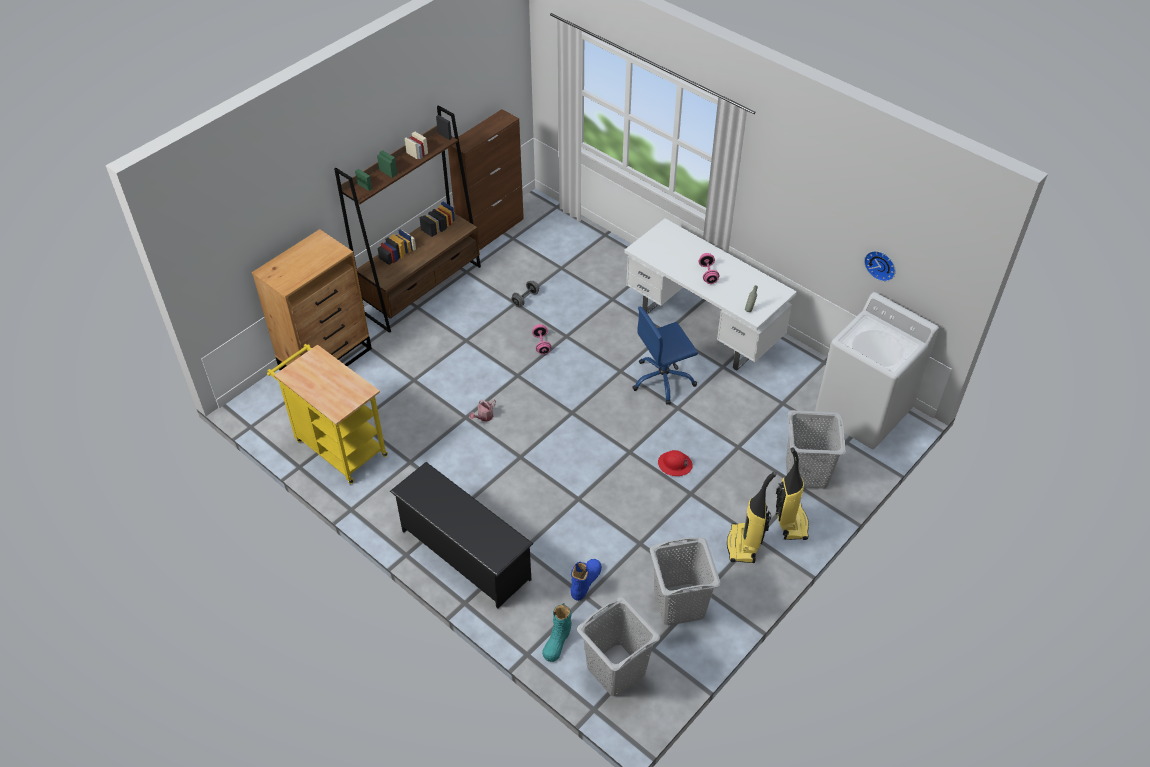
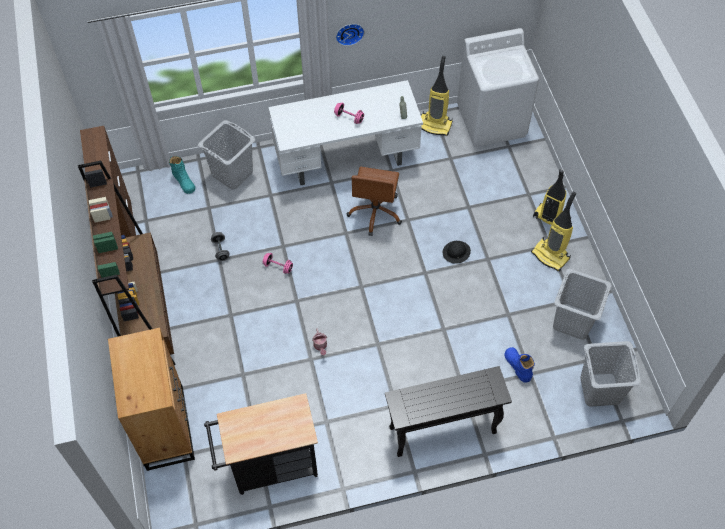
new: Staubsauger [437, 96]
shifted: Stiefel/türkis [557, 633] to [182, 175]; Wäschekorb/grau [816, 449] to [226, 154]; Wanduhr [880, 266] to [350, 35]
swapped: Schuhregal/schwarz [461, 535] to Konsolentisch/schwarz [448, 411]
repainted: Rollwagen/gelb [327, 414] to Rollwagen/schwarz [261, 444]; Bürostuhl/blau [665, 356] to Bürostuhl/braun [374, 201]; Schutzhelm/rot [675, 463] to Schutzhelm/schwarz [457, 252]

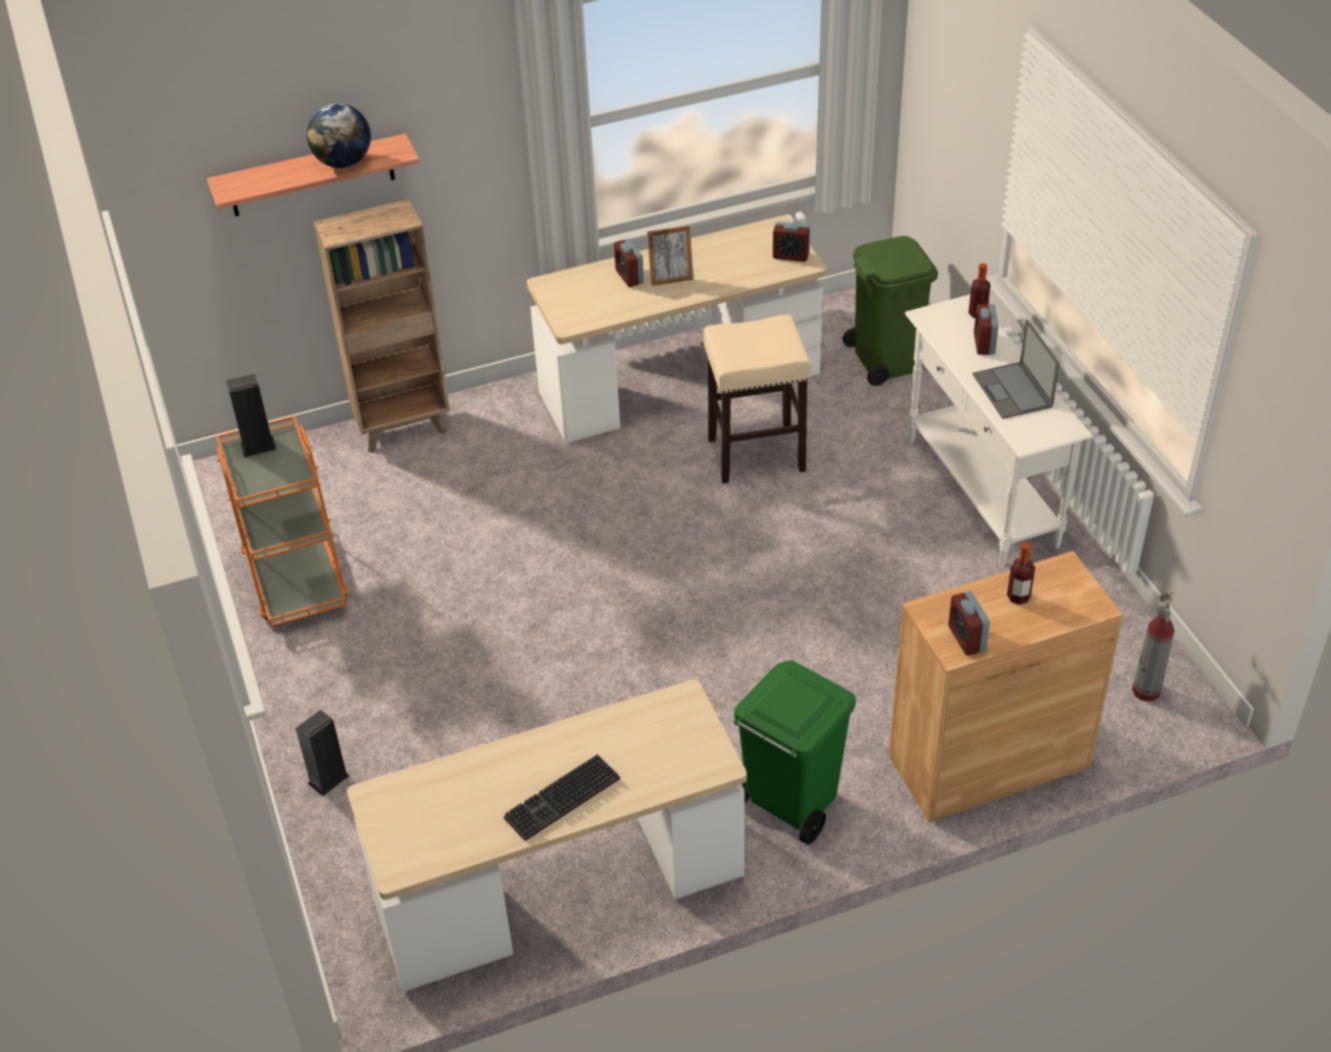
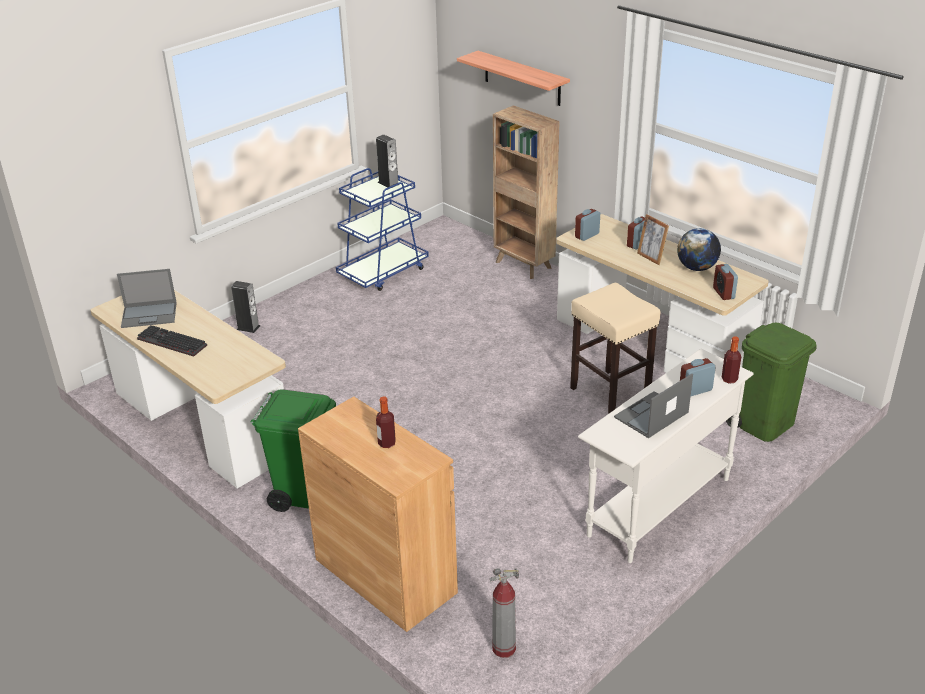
new: Laptop [147, 298]
shifted: Globus [339, 135] to [699, 249]; Wecker [969, 623] to [587, 225]
repainted: Rollwagen/orange [282, 521] to Rollwagen/blau [382, 229]

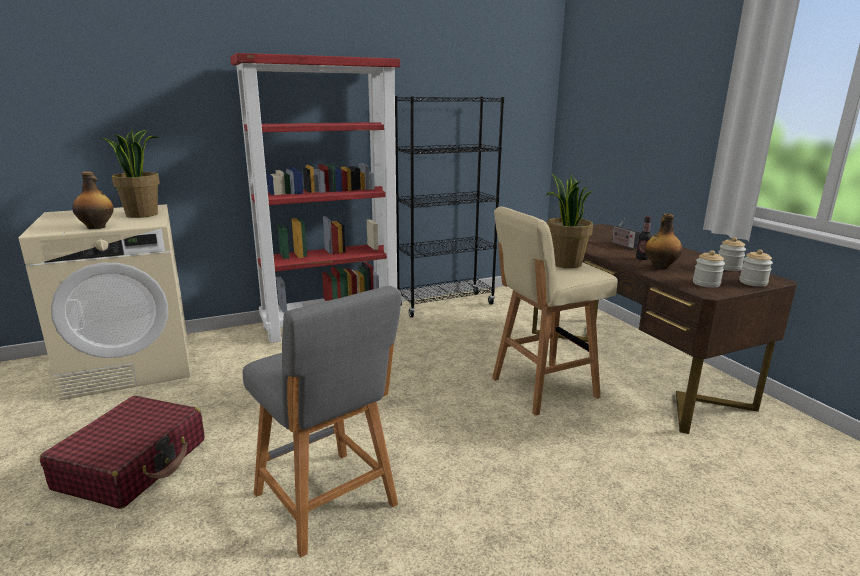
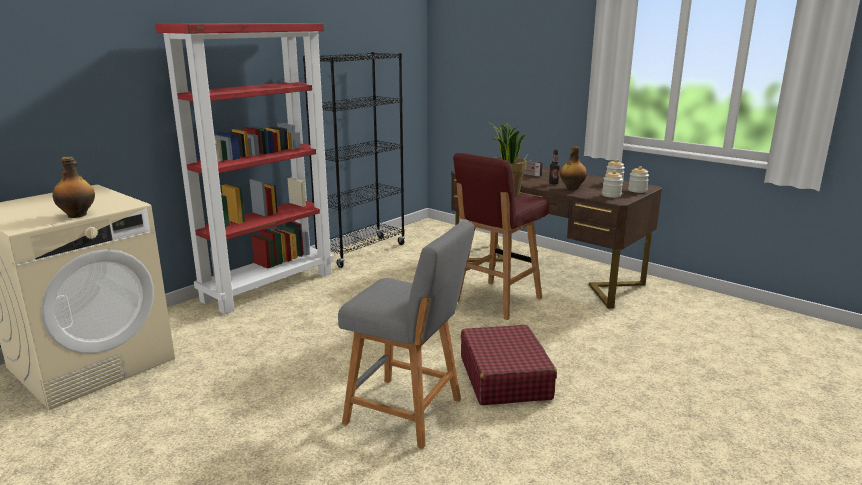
gone: Topfpflanze [129, 173]
shifted: Koffer/rot [122, 452] to [509, 364]
repainted: Hocker/beige [555, 311] to Hocker/rot [501, 236]

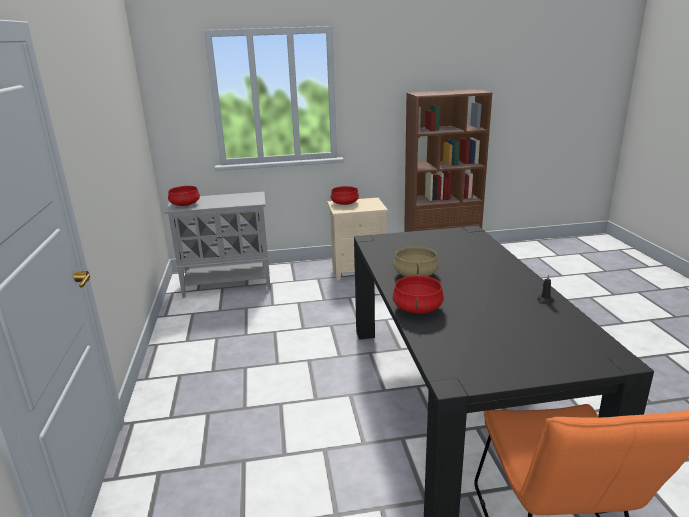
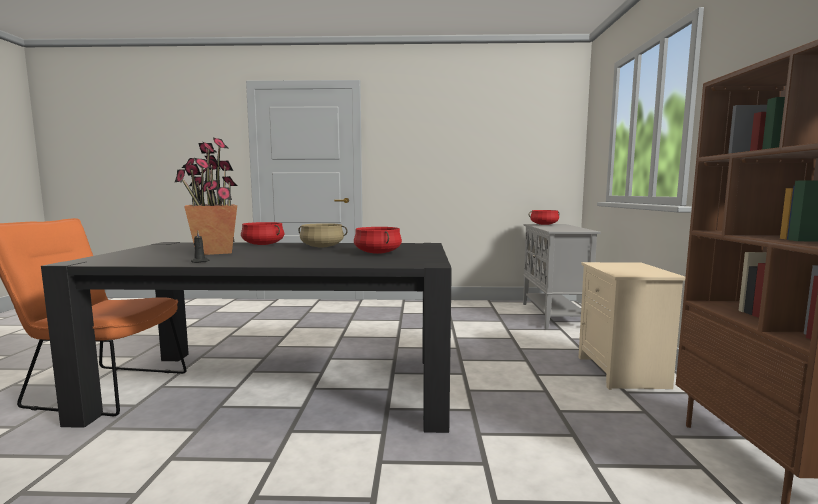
new: Topfpflanze [206, 196]
shifted: Kochtopf/rot [345, 195] to [378, 240]

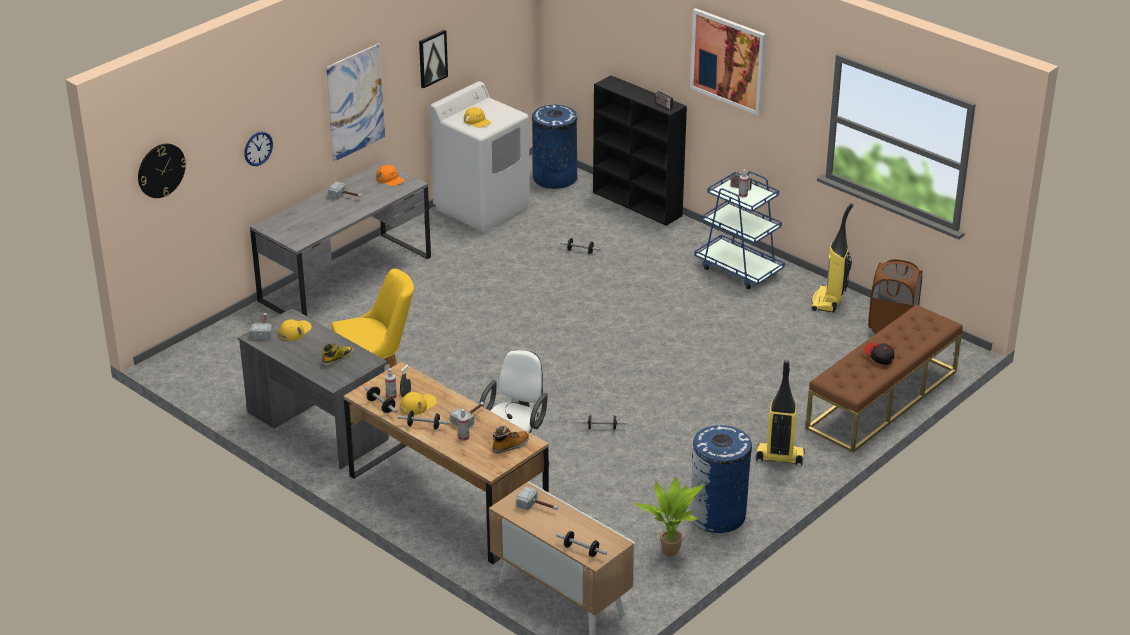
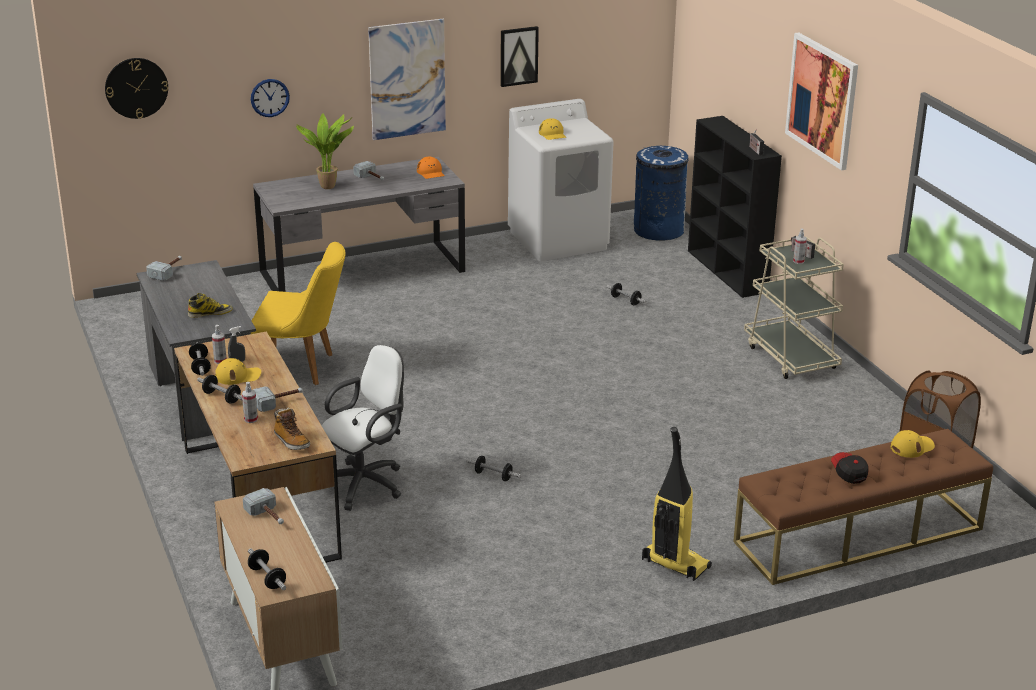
gone: Mülleimer/blau [720, 479]; Staubsauger [832, 257]
shifted: Kappe/gelb [295, 330] to [913, 444]; Topfpflanze [669, 517] to [325, 151]
repainted: Rollwagen/blau [739, 230] to Rollwagen/beige [794, 307]
rotated: Stiefel [510, 439] = [292, 428] 60 degrees clockwise

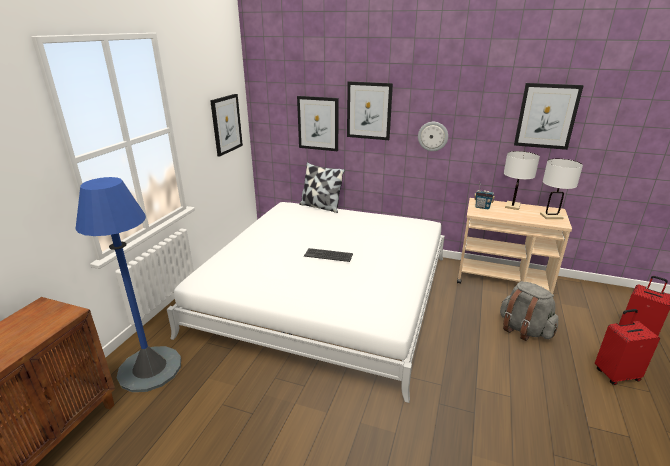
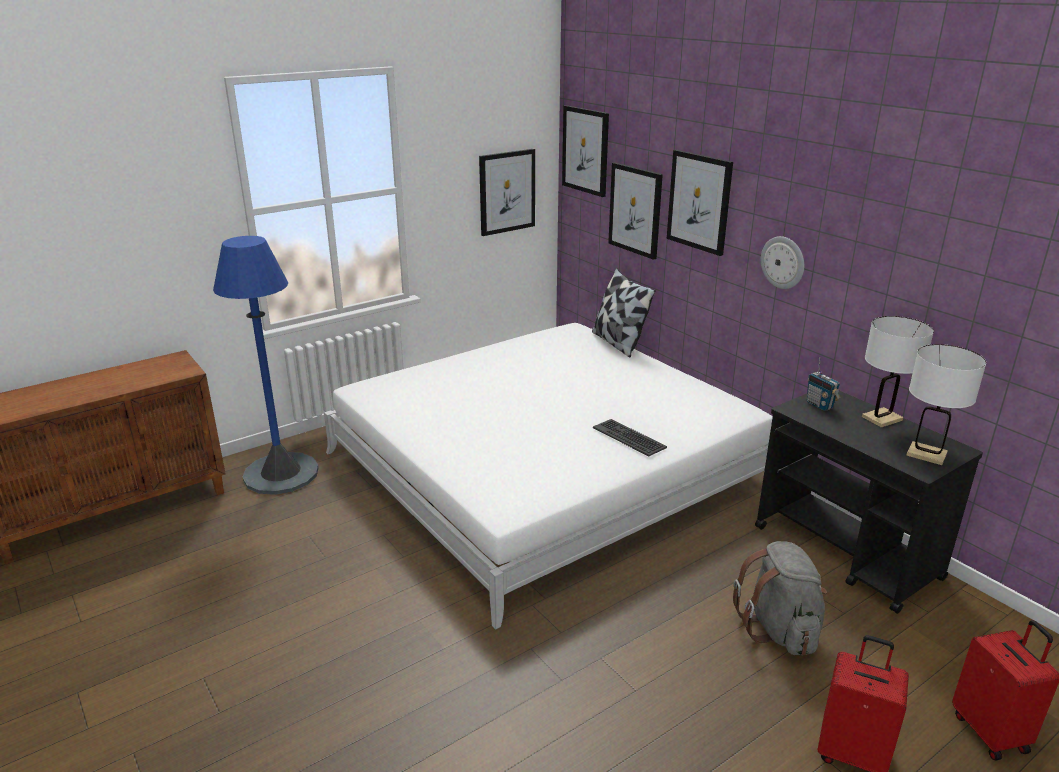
shifted: Tastatur [328, 255] to [630, 438]; Bild [549, 116] to [585, 151]
repainted: Rollwagen/beige [514, 246] to Rollwagen/schwarz [869, 502]

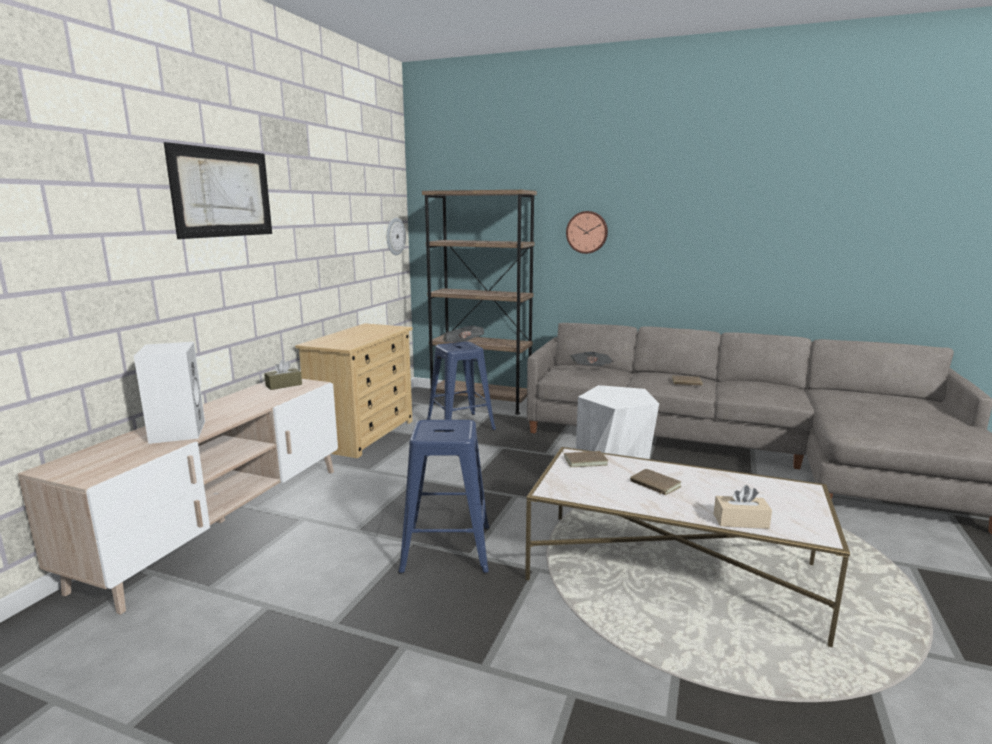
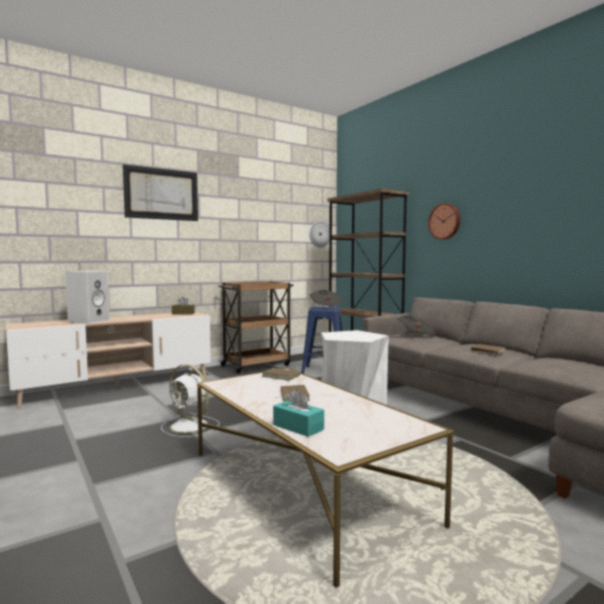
swapped: Kommode/beige [354, 390] to Rollwagen/braun [255, 327]; Hocker/blau [443, 497] to Ventilator/weiß [190, 400]
repainted: Taschentuchbox/beige [743, 507] to Taschentuchbox/türkis [298, 412]

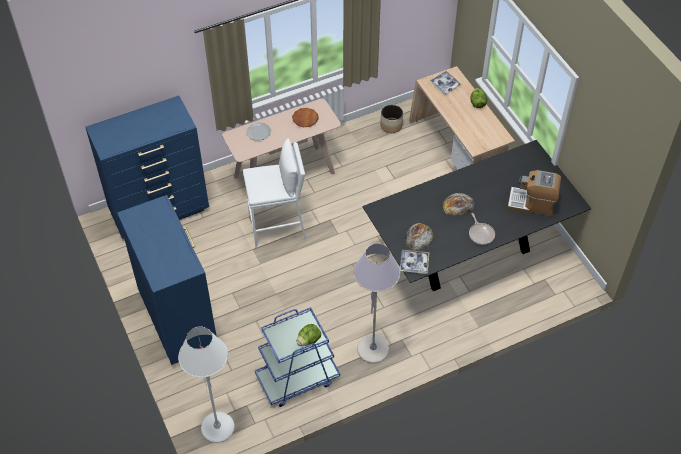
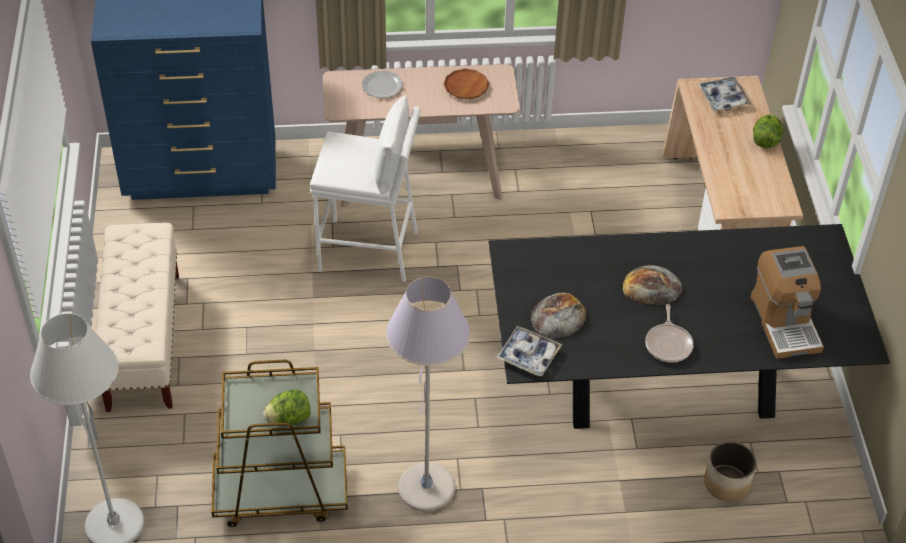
shifted: Pflanzkübel [391, 119] to [730, 471]
swapped: Kommode/blau [166, 280] to Bank/beige [137, 317]
repainted: Rollwagen/blau [297, 357] to Rollwagen/braun [279, 443]
rotated: Kaffeemaschine [534, 193] = [787, 302] 135 degrees counterclockwise

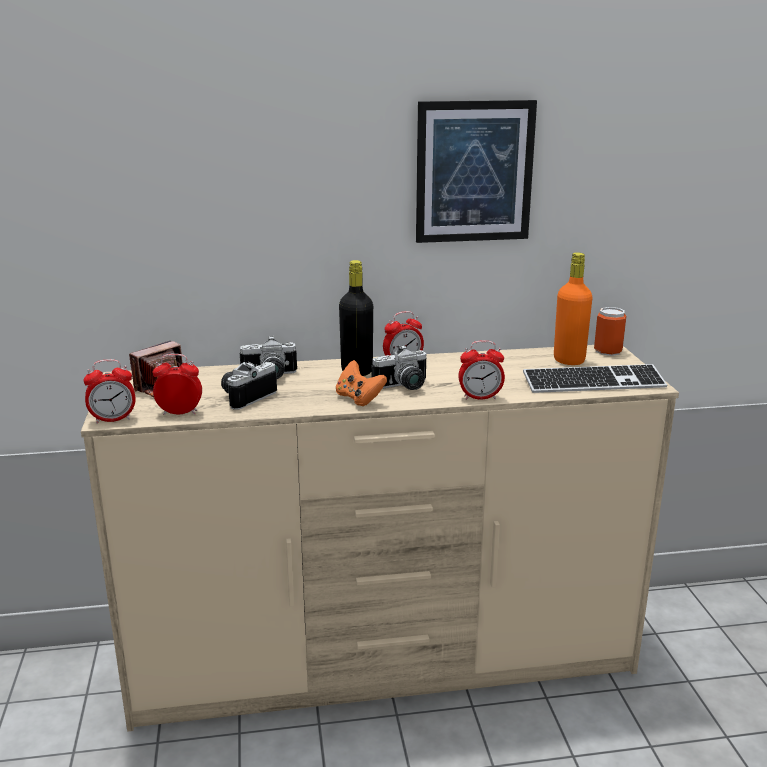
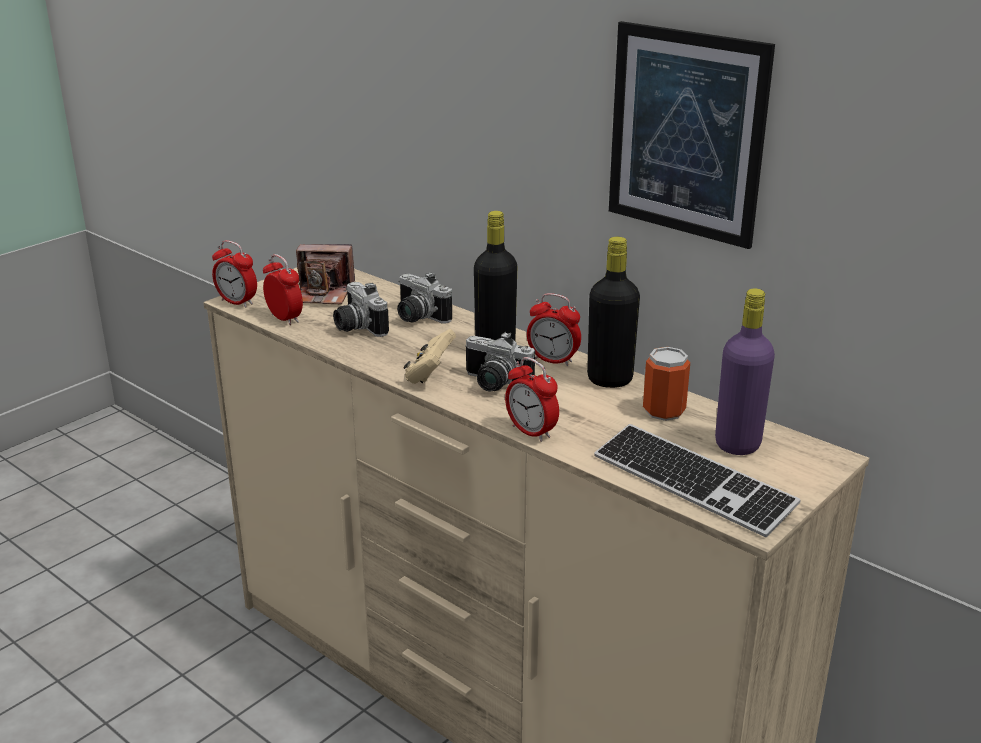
new: Flasche/schwarz [613, 312]
shifted: Dose [610, 331] to [666, 384]
repainted: Gamepad/orange [361, 383] to Gamepad/beige [430, 356]; Flasche/orange [573, 308] to Flasche/lila [745, 371]
rotated: Kamera [249, 386] = [361, 309] 120 degrees counterclockwise

